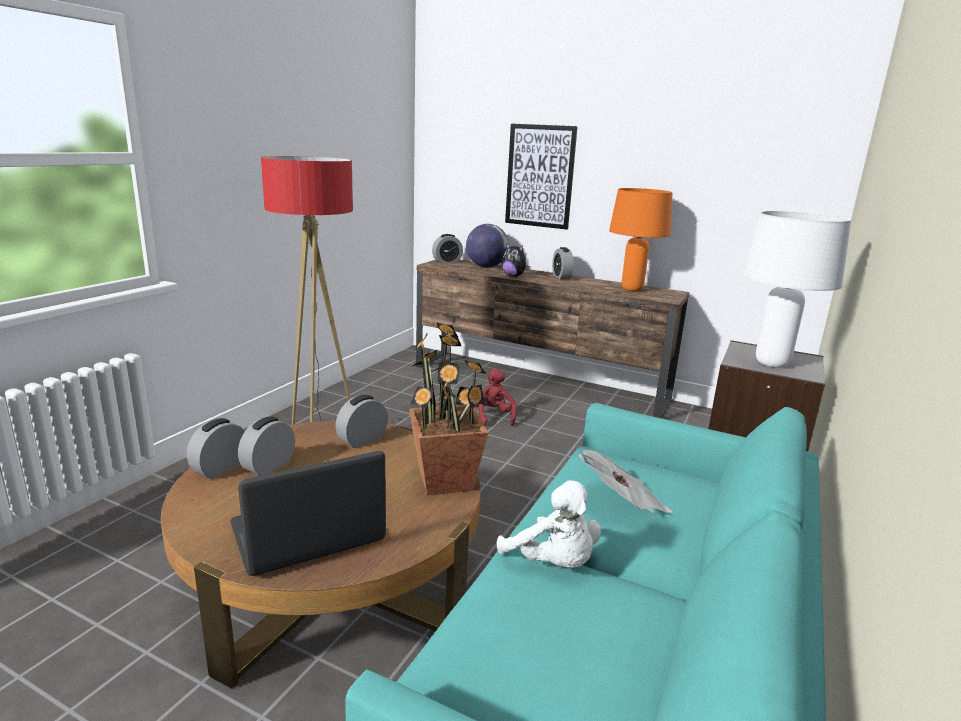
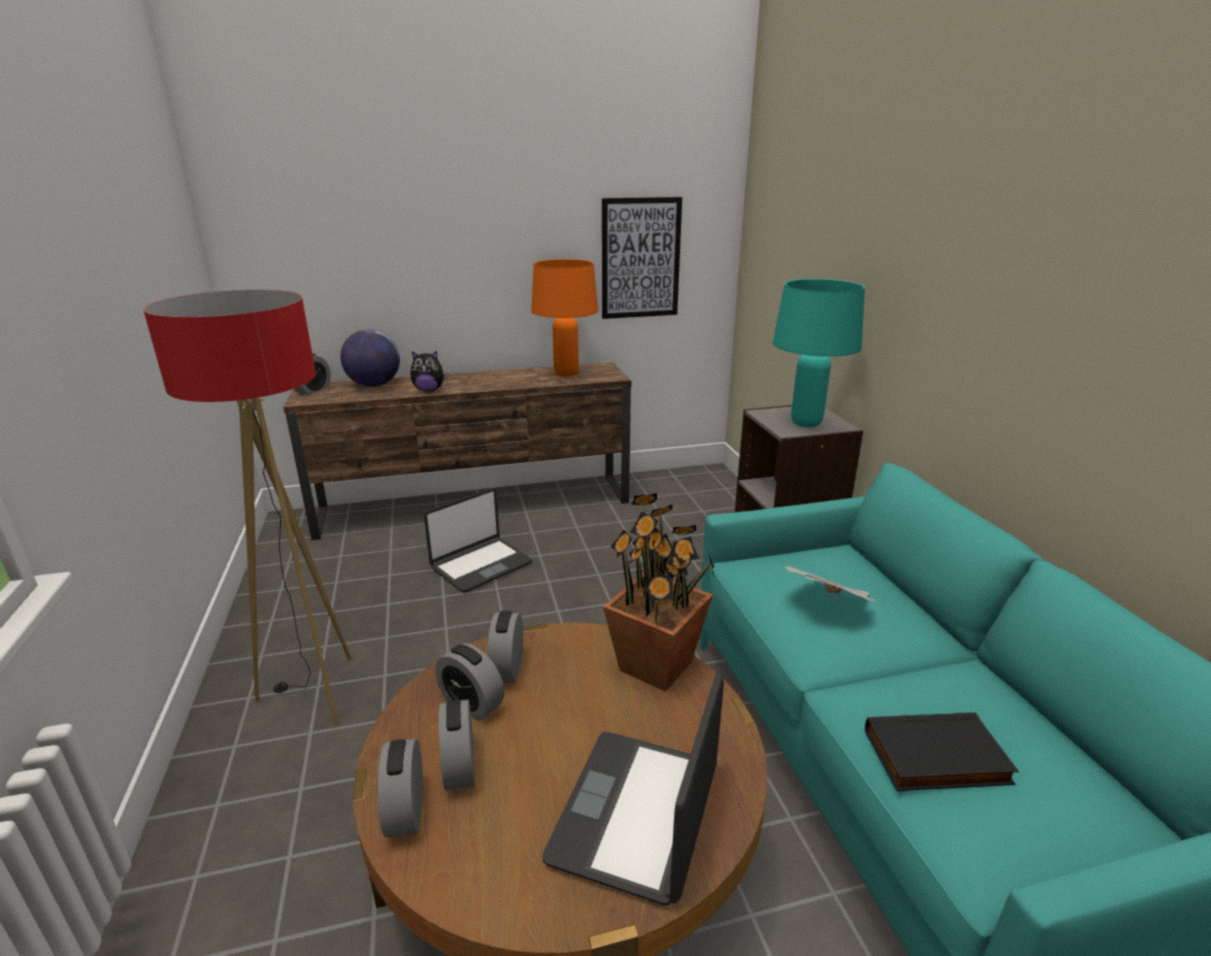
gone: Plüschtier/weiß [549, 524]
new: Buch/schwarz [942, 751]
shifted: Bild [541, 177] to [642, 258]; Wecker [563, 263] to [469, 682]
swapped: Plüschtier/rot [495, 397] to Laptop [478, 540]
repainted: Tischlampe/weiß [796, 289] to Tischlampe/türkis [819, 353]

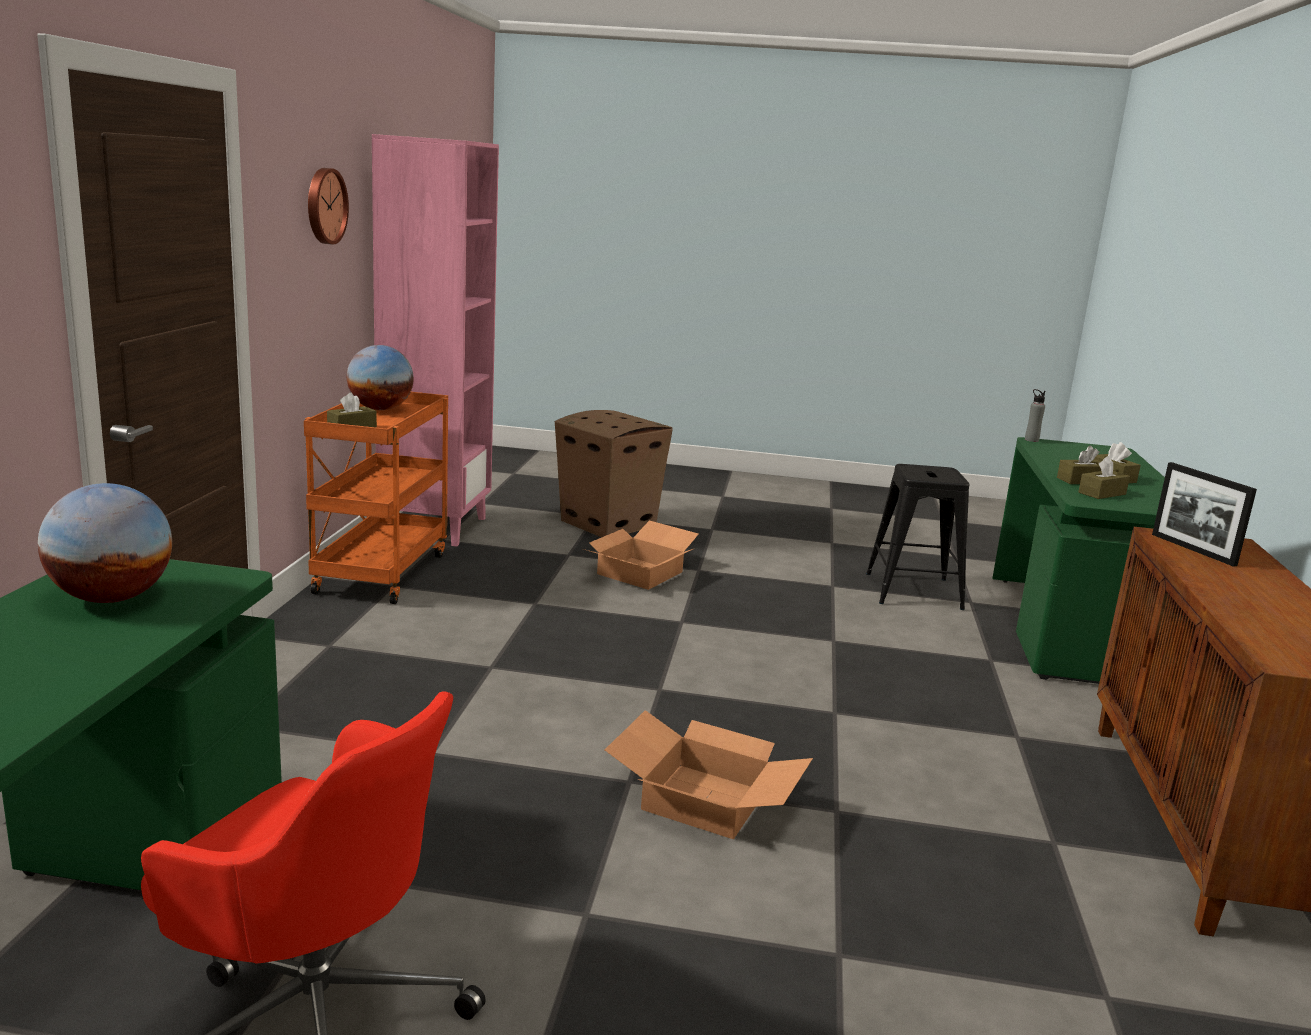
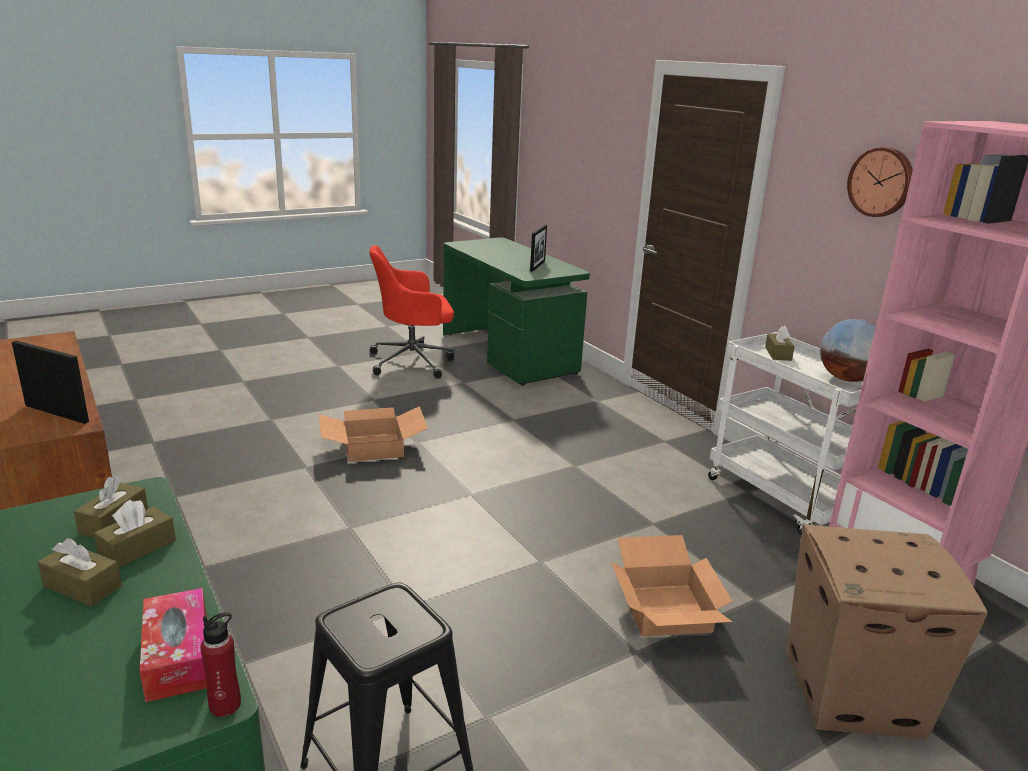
new: Taschentuchbox [173, 645]
swapped: Globus [105, 543] to Bilderrahmen [538, 248]
repainted: Rollwagen/orange [376, 498] to Rollwagen/weiß [785, 433]; Flasche/grau [1035, 415] to Flasche/rot [221, 664]

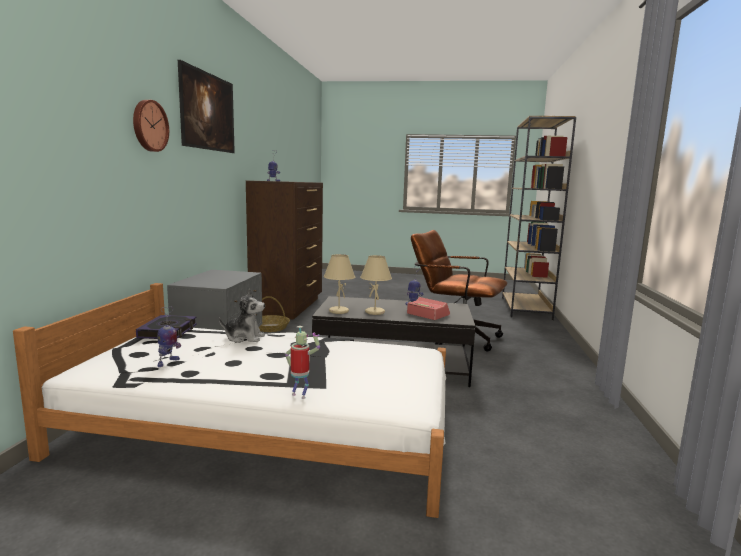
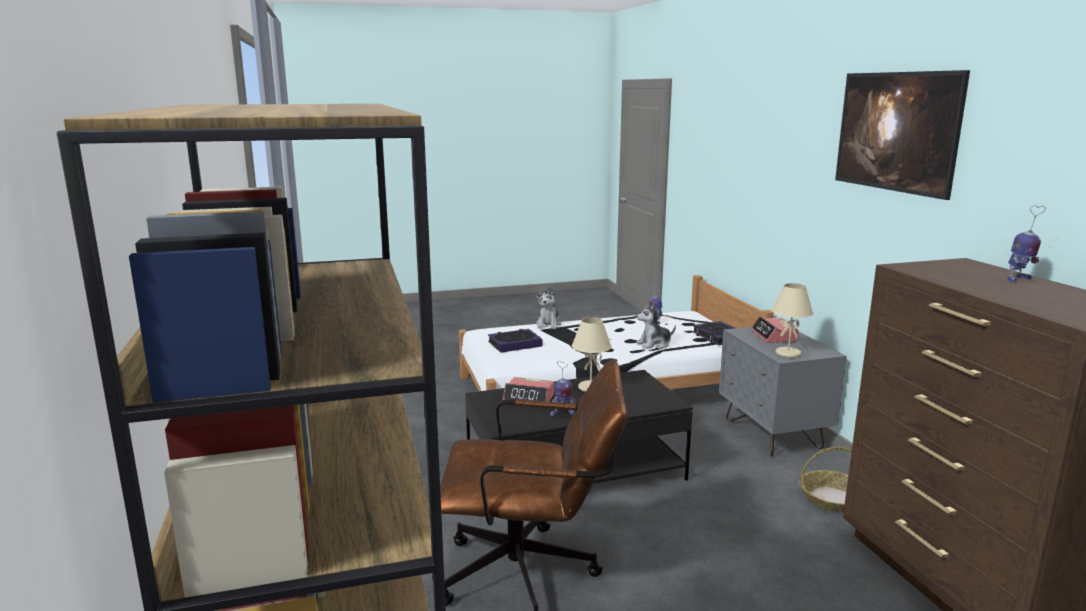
gone: Wanduhr [151, 126]
new: Buch [515, 341]; Wecker [775, 329]
shifted: Tischlampe/beige [339, 284] to [793, 320]
swapped: Spielzeugroboter [302, 362] to Plüschtier [548, 307]

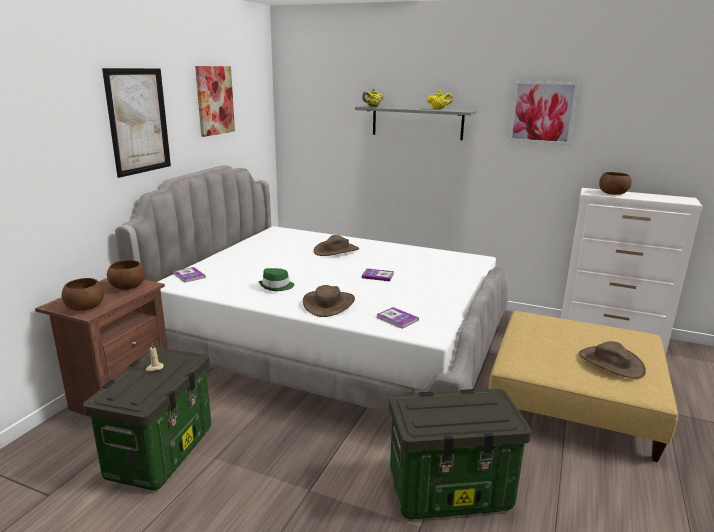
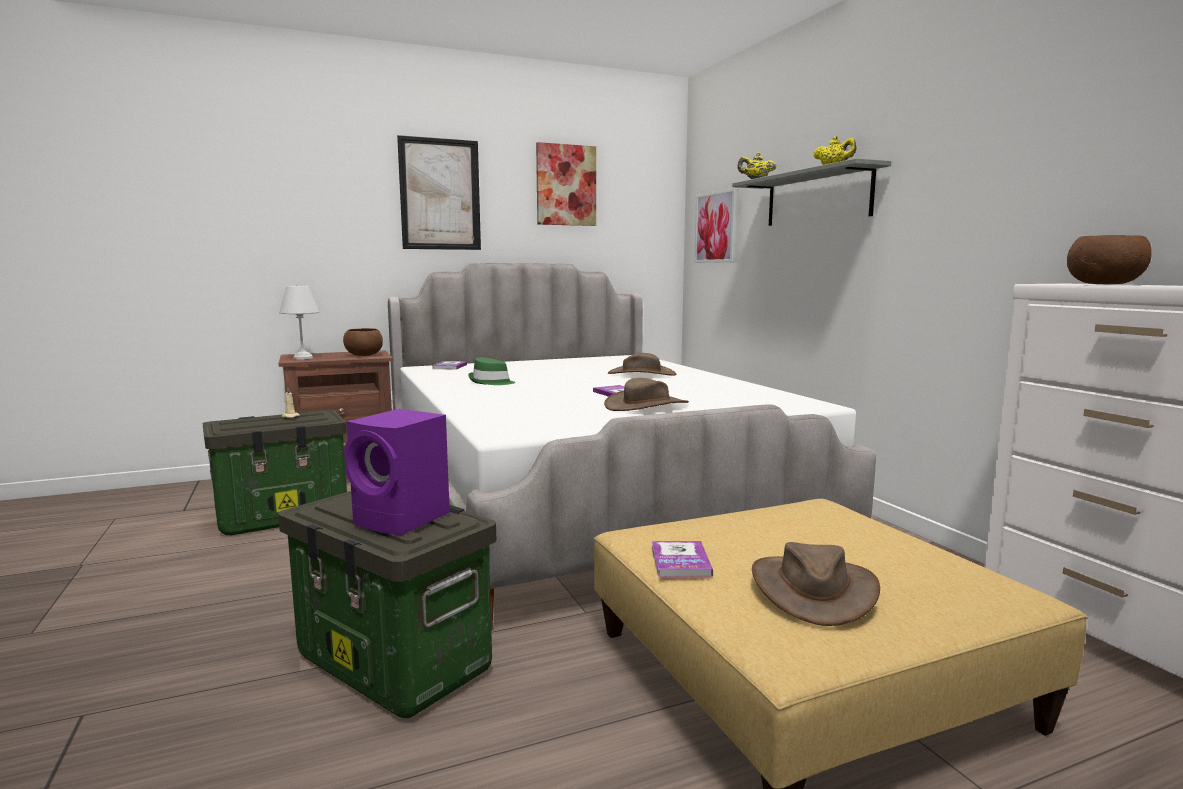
new: Lautsprecher/lila [397, 472]
shifted: Hut/braun [329, 301] to [646, 394]; Buch [397, 318] to [682, 559]; Bild [544, 113] to [715, 225]
swapped: Schüssel/braun [82, 294] to Tischlampe/weiß [299, 323]

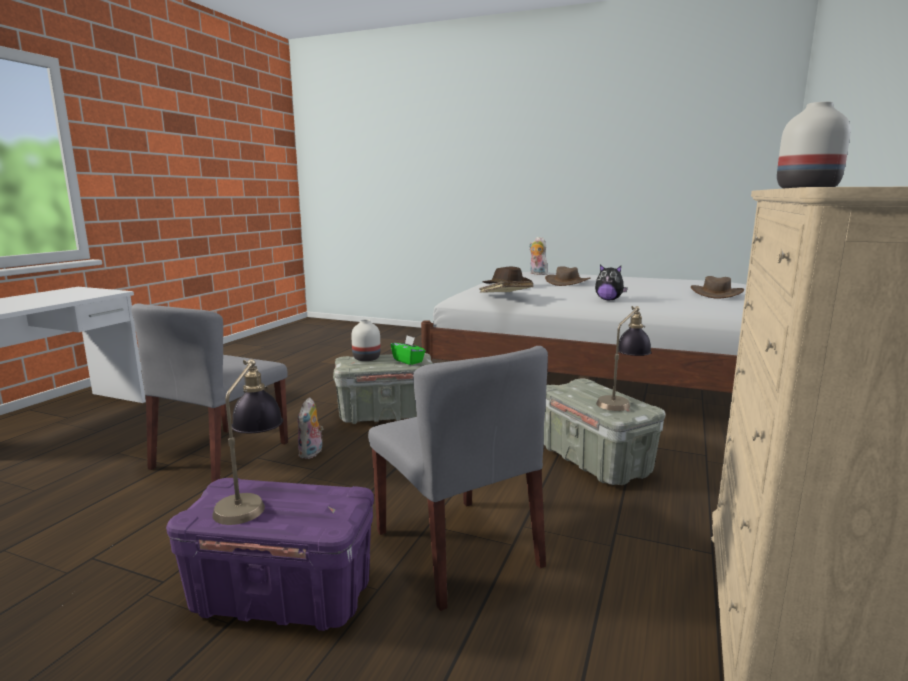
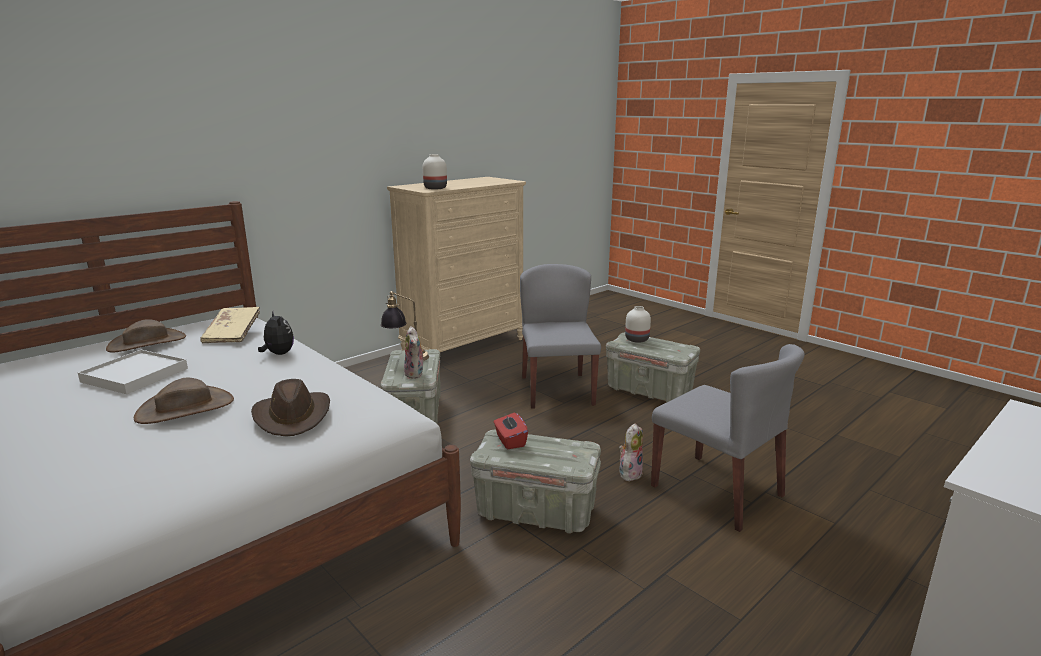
gone: Tischlampe [247, 442]
new: Tablett/weiß [133, 372]
shifted: Vase/weiß [366, 340] to [638, 324]; Buch/beige [506, 287] to [230, 325]; Plüschtier [538, 256] to [415, 352]
repainted: Aufbewahrungsbox/lila [270, 554] to Aufbewahrungsbox/grau [653, 367]; Taschentuchbox/grün [408, 350] to Taschentuchbox/rot [511, 431]
rotated: Stuhl/grau [209, 392] = [728, 438] 90 degrees clockwise

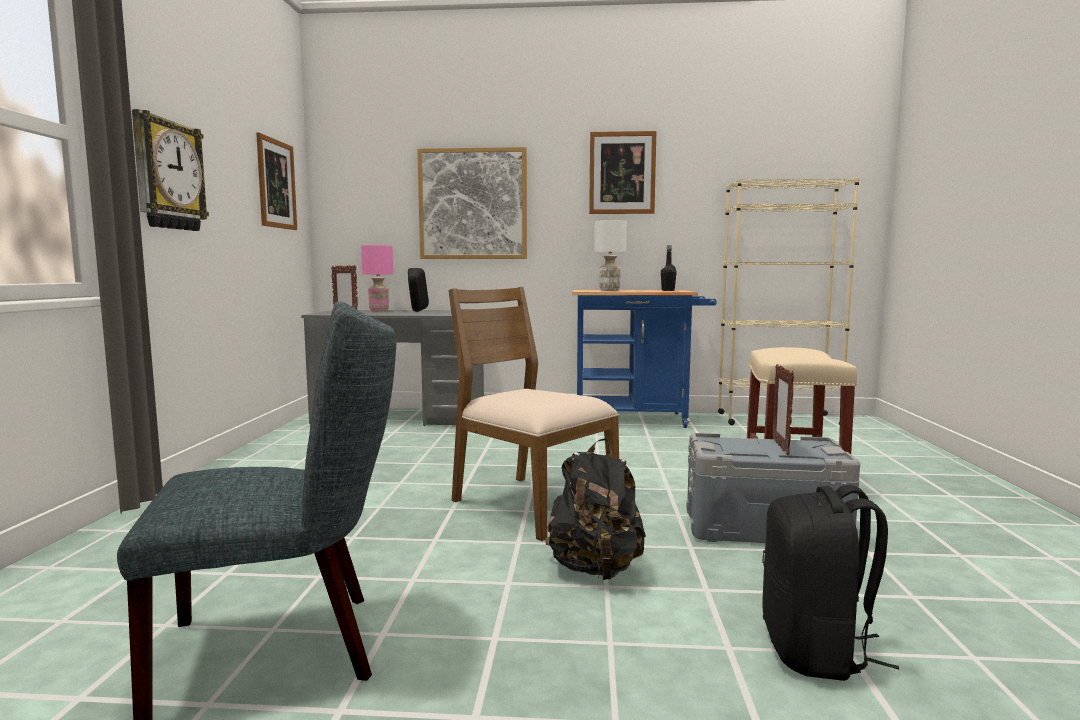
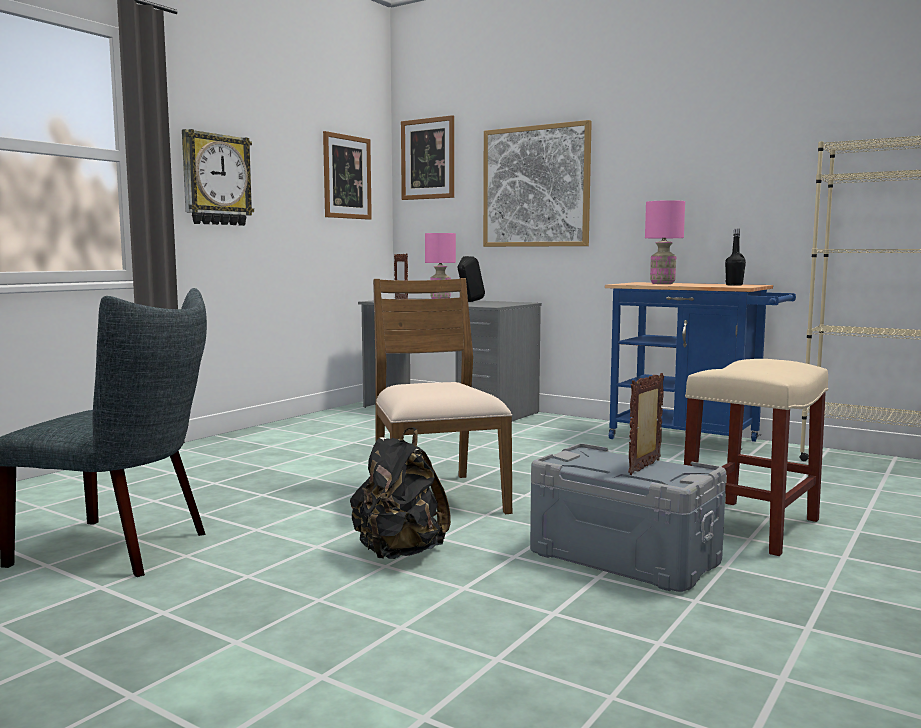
gone: Rucksack/schwarz [830, 583]
shifted: Bild [622, 172] to [427, 157]
repainted: Tischlampe/weiß [610, 255] to Tischlampe/rosa [665, 242]

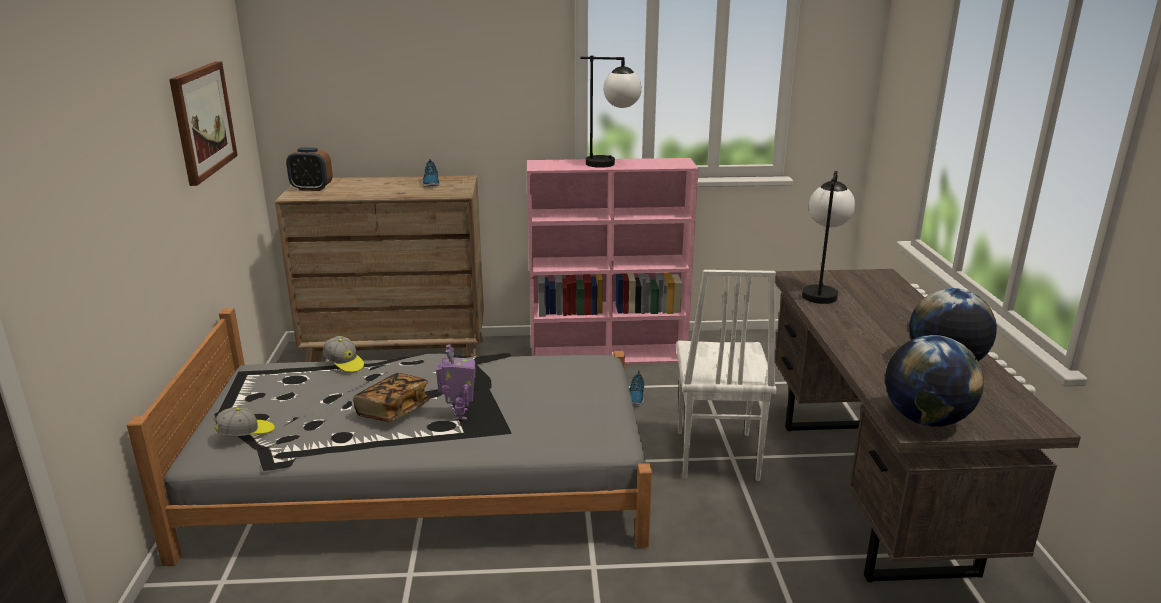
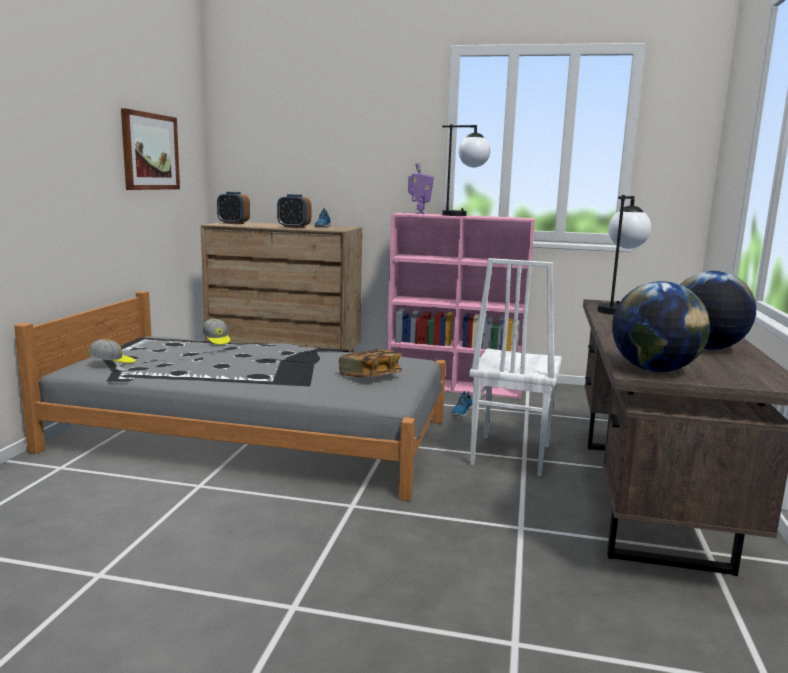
new: Wecker [294, 211]
shifted: Buch [391, 397] to [370, 363]; Spielzeugroboter [455, 382] to [421, 188]

